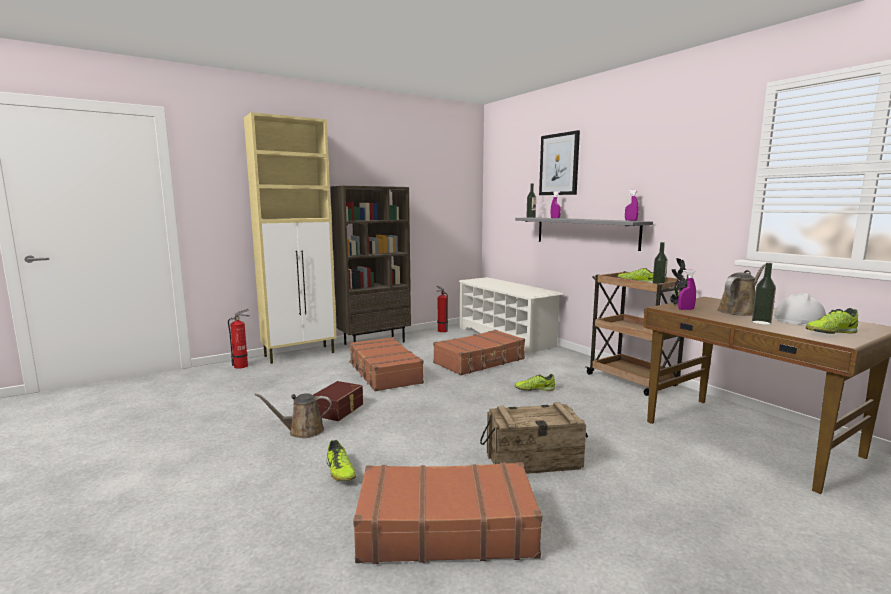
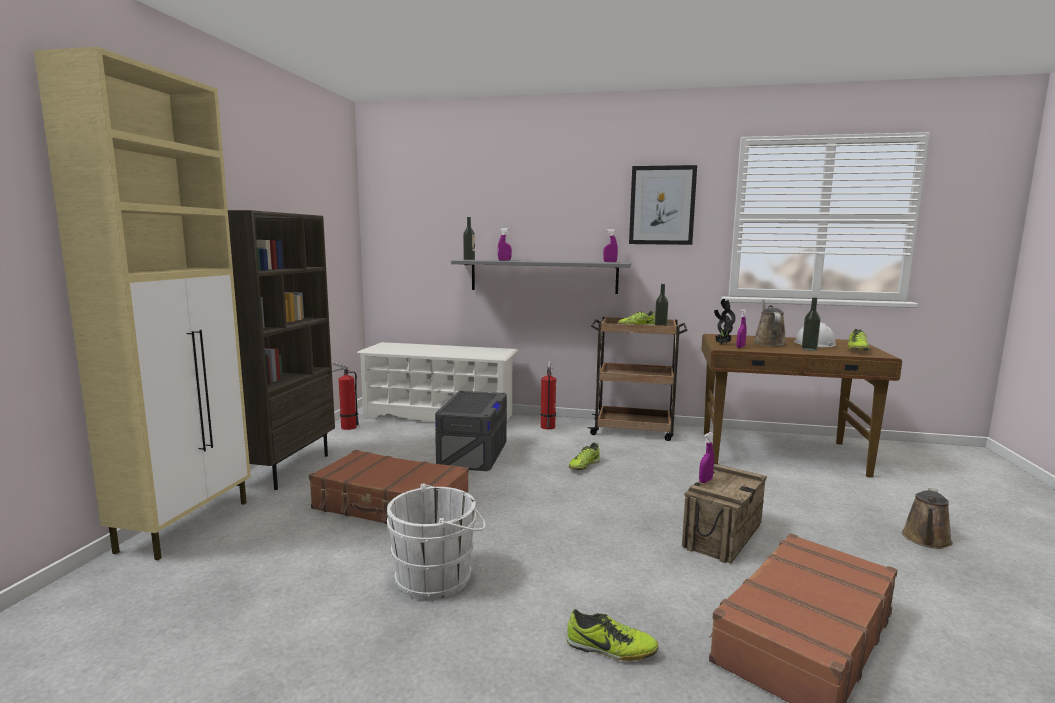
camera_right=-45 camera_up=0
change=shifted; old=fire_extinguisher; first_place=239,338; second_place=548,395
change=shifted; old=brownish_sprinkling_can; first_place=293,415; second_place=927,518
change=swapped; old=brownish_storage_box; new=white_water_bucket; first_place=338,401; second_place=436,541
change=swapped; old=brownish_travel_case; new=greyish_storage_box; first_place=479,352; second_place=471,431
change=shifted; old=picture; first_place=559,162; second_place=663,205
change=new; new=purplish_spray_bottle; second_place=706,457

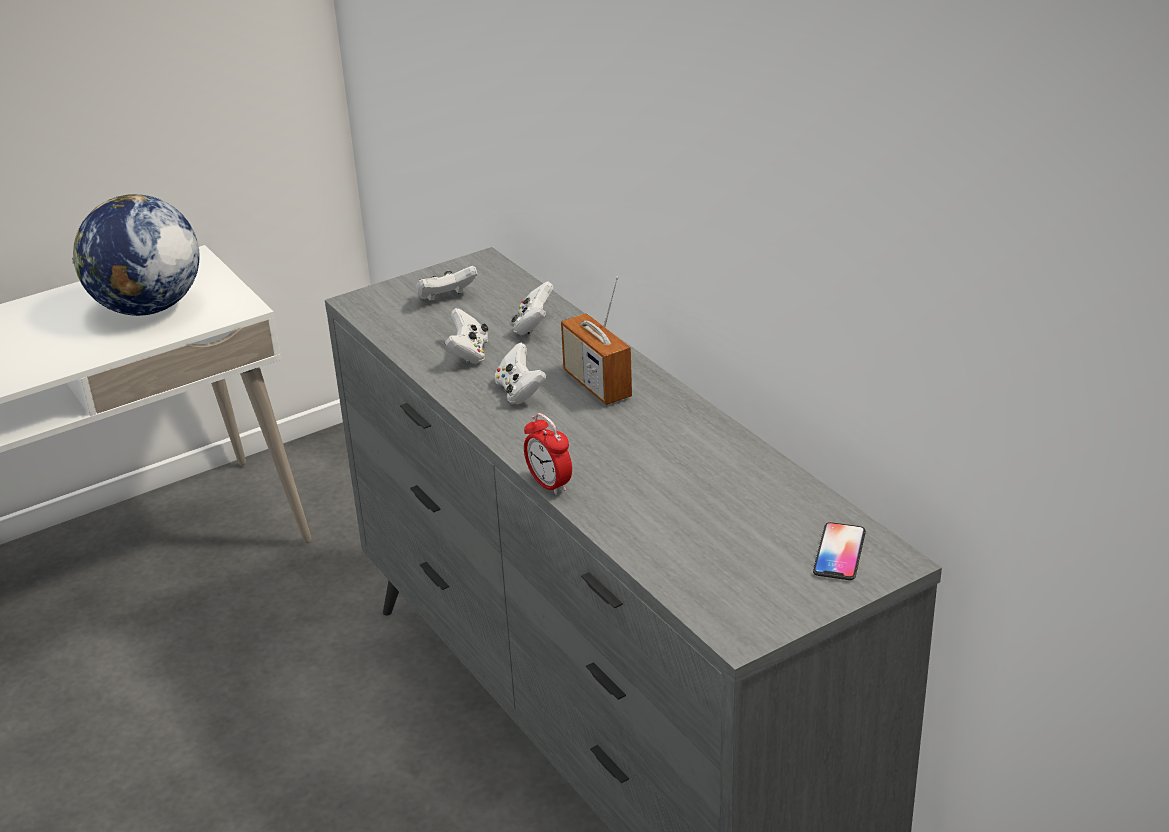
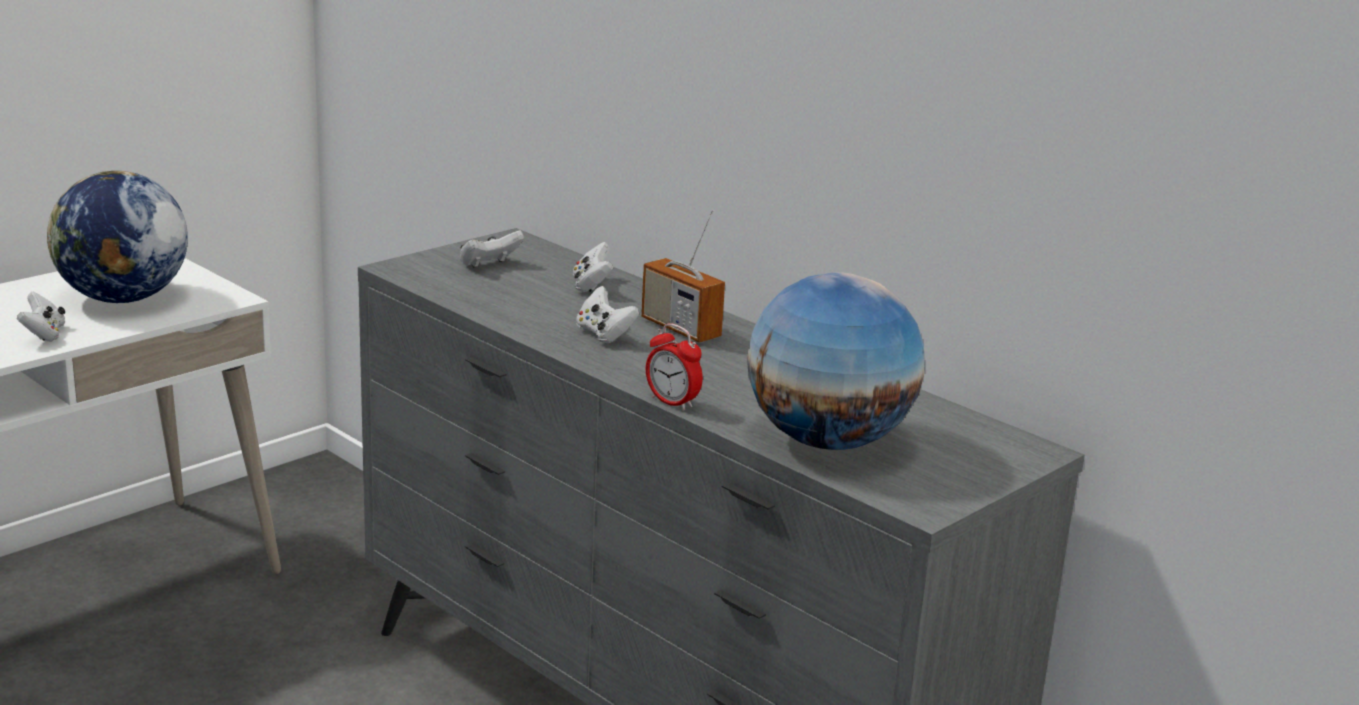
camera_right=-15 camera_up=-10
change=shifted; old=white_gamepad; first_place=466,336; second_place=41,316
change=gone; old=phone; first_place=839,551
change=new; new=world_globe; second_place=835,361

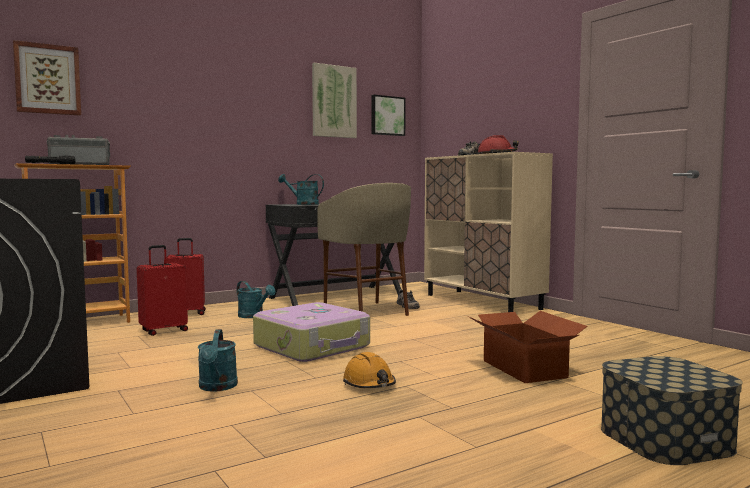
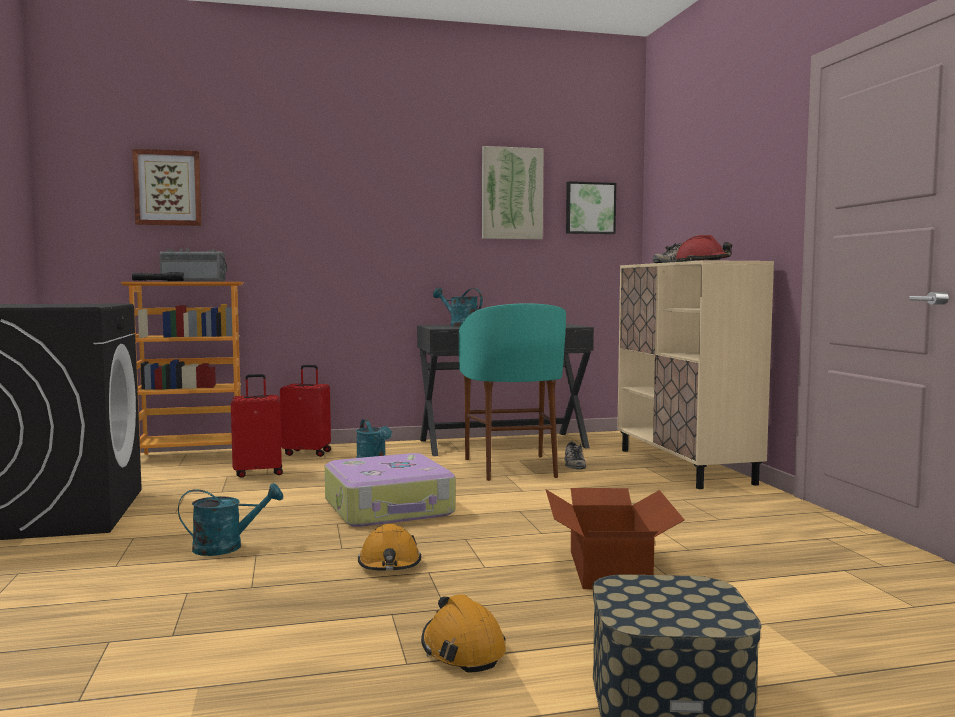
camera_right=20 camera_up=0
change=rotated; old=turquoise_sprinkling_can; first_place=218,360; second_place=230,519; degrees=-120
change=repainted; old=sand-coloured_sitting_stool; new=turquoise_sitting_stool; first_place=364,249; second_place=512,392
change=new; new=orange-coloured_hard_hat; second_place=463,633

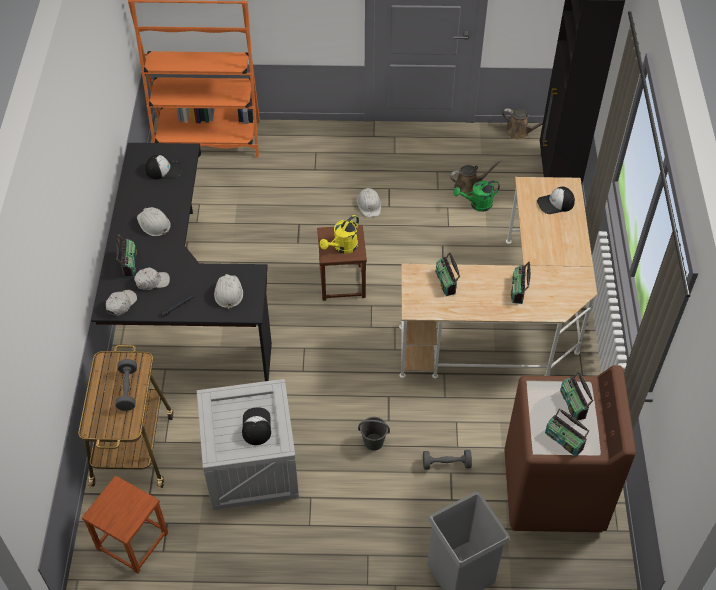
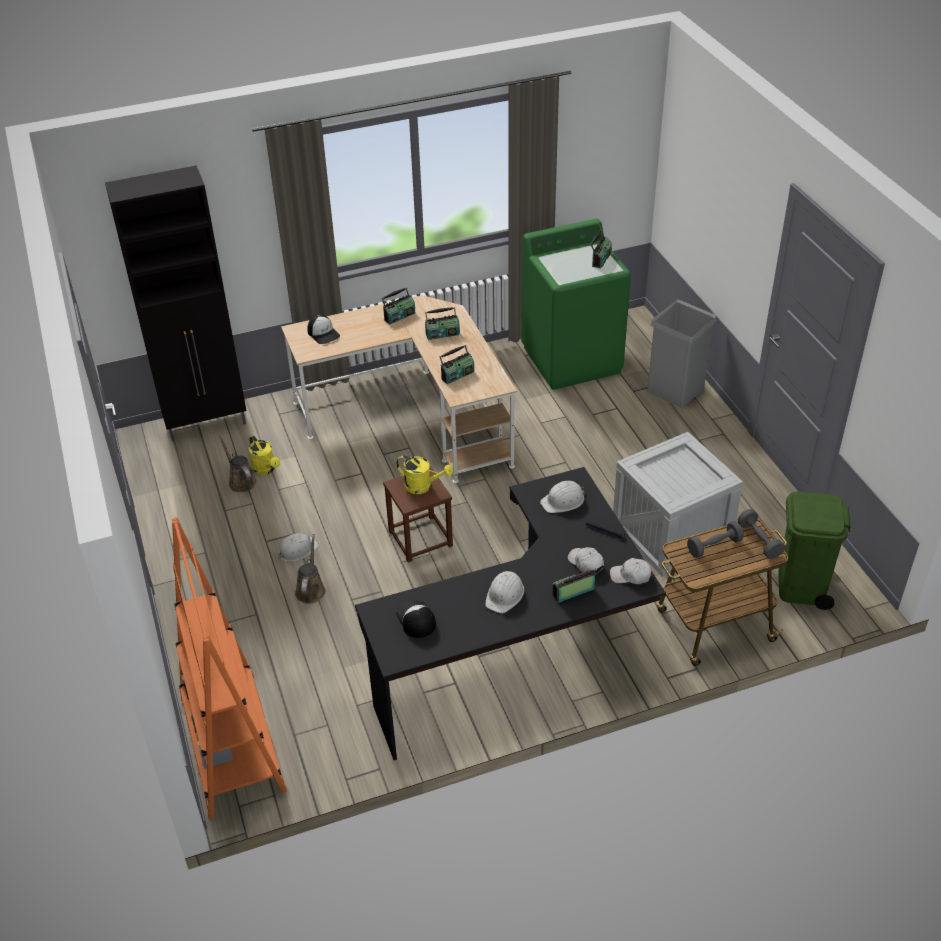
camera_right=-110 camera_up=-10
change=swapped; old=brownish_sitting_stool; new=green-coloured_waste_bin; first_place=125,525; second_place=814,551
change=gone; old=baseball_cap; first_place=256,426
change=gone; old=greyish_water_bucket; first_place=374,434
change=shifted; old=greyish_dumbbell; first_place=447,460; second_place=761,534
change=repainted; old=green-coloured_sprinkling_can; new=yellowish_sprinkling_can; first_place=476,196; second_place=264,455
change=shifted; old=brownish_sprinkling_can; first_place=522,123; second_place=310,569
change=repainted; old=brownish_laundry_appliance; new=green-coloured_laundry_appliance; first_place=570,448; second_place=576,304
change=shifted; old=radio_receiver; first_place=577,395; second_place=398,306

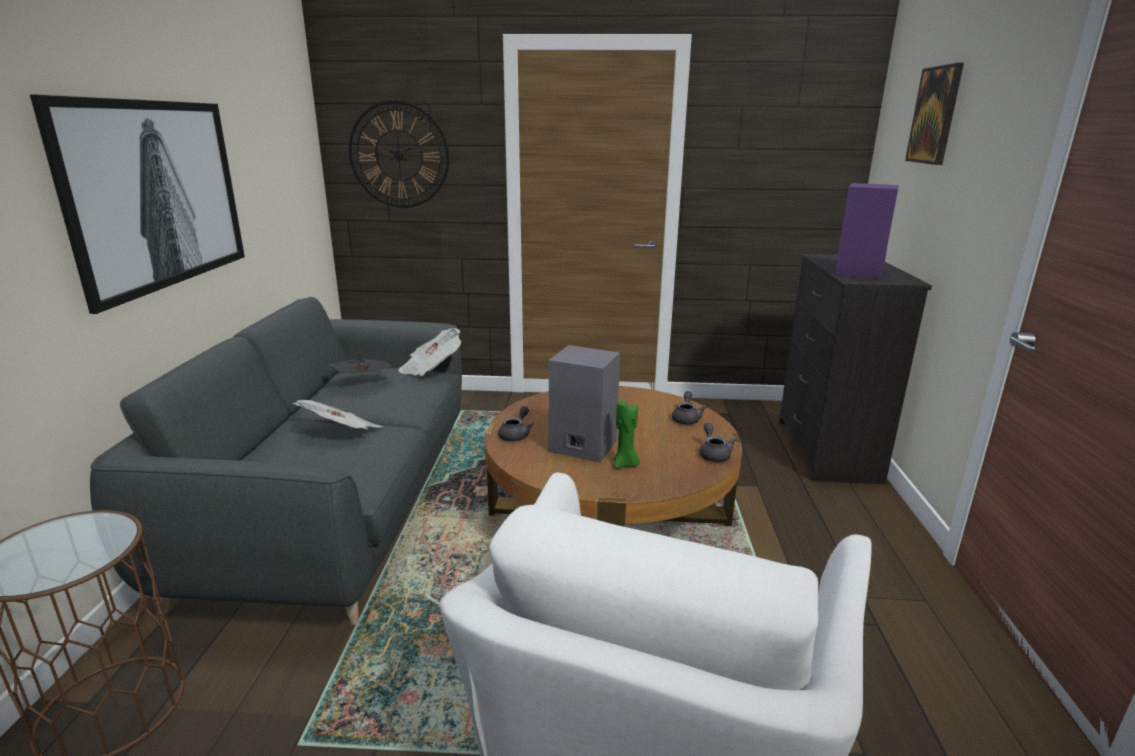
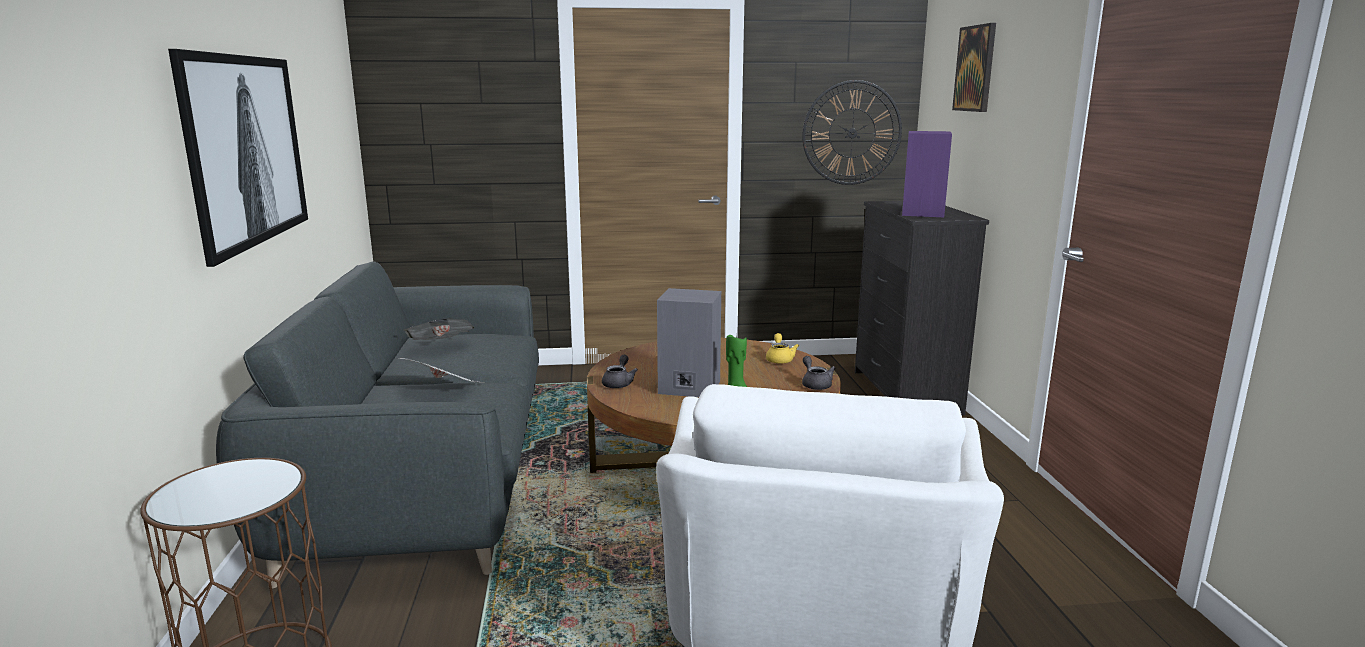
camera_right=-10 camera_up=-5
change=shifted; old=hanging_clock; first_place=399,154; second_place=852,132
change=gone; old=newspaper; first_place=429,352
change=repainted; old=greyish_tea_pot; new=yellowish_tea_pot; first_place=689,408; second_place=782,348

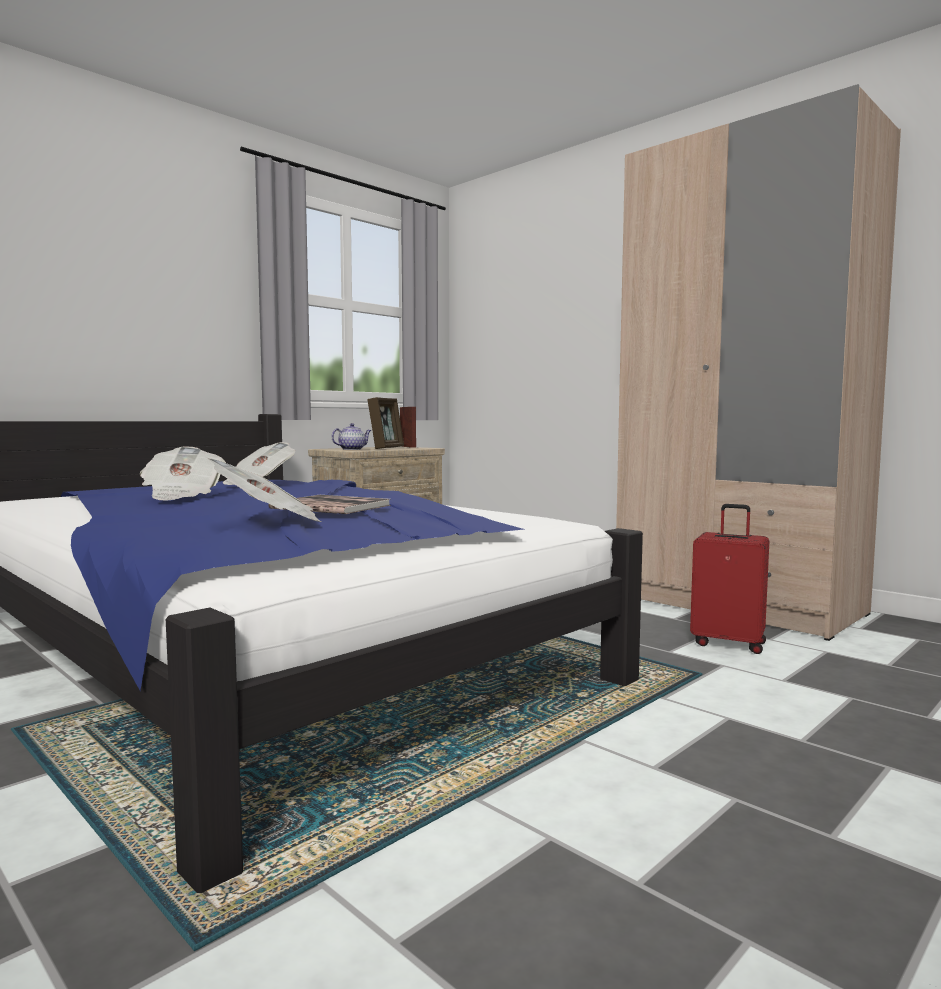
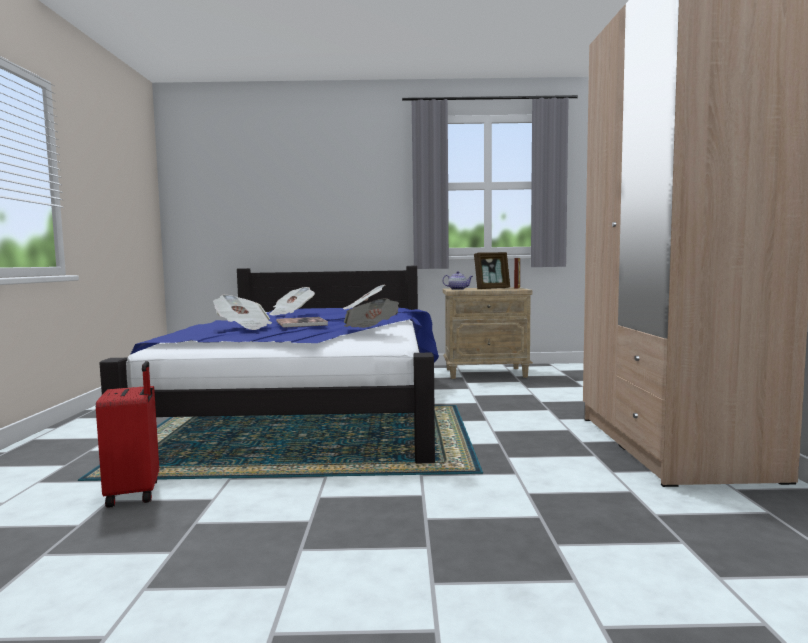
camera_right=45 camera_up=0
change=shifted; old=reddish_travel_case; first_place=729,579; second_place=127,434
change=new; new=newspaper; second_place=371,313

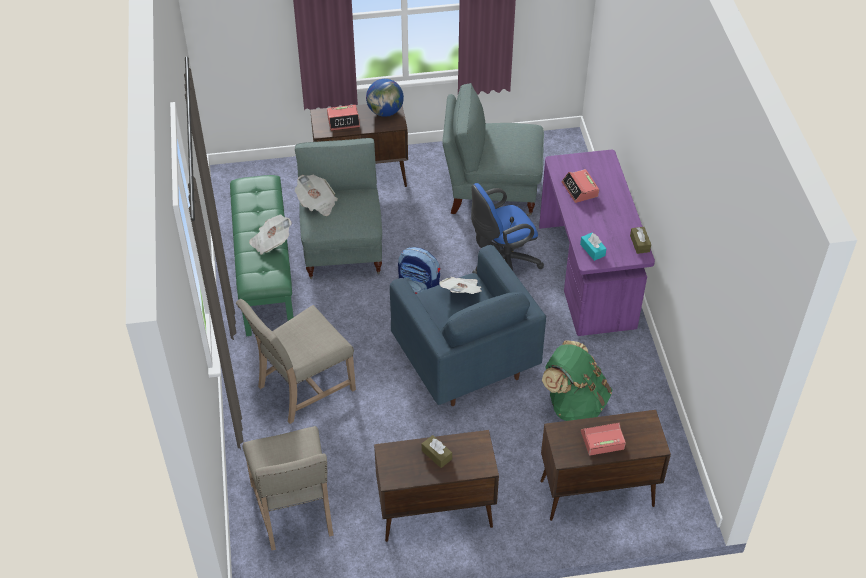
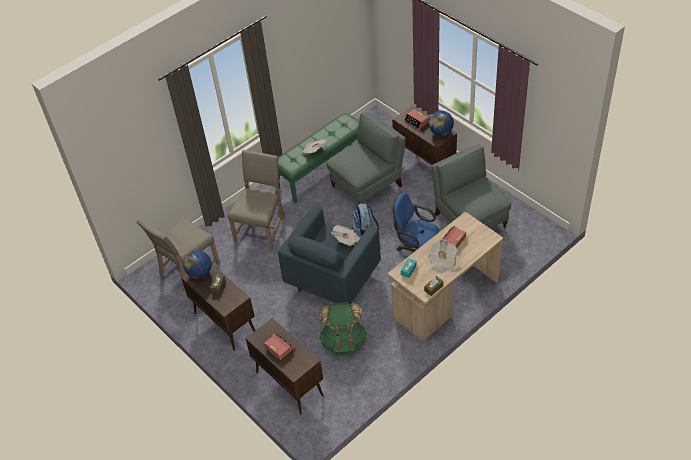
camera_right=60 camera_up=0
change=rotated; old=sand-coloured_upright_chair; first_place=296,361; second_place=256,200; degrees=90
change=shifted; old=newspaper; first_place=316,195; second_place=443,256
change=repainted; old=purplish_desk_unit; new=sand-coloured_desk_unit; first_place=597,243; second_place=445,277
change=new; new=world_globe; second_place=197,264

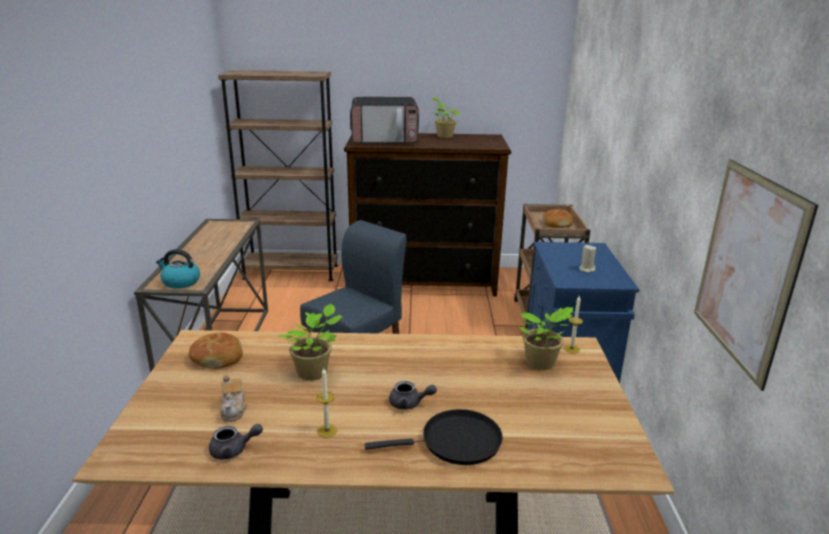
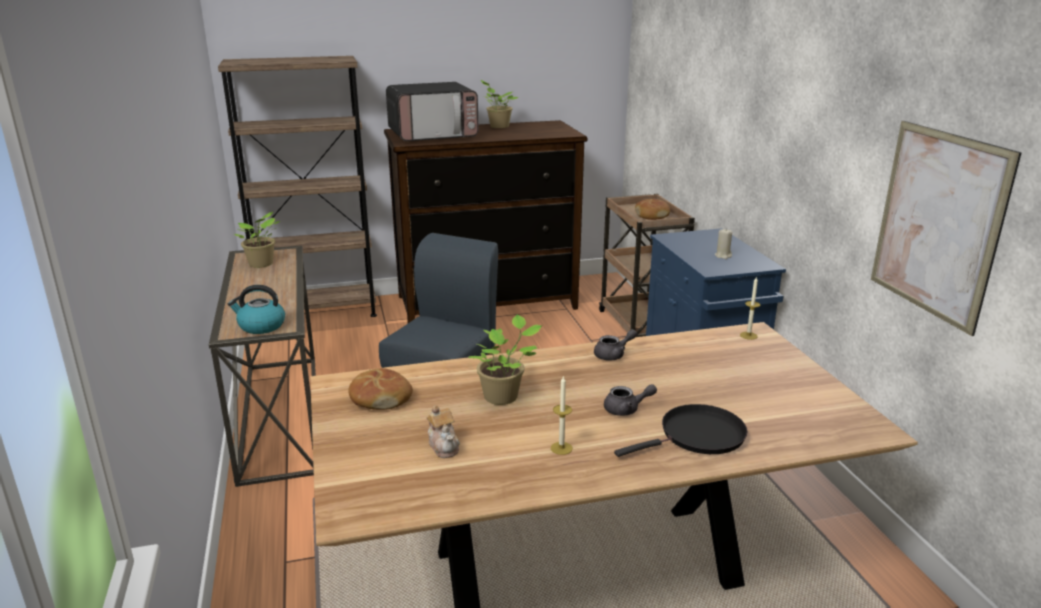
camera_right=-15 camera_up=0
change=shifted; old=greyish_tea_pot; first_place=236,441; second_place=615,345
change=shifted; old=potted_plant; first_place=545,338; second_place=257,239

